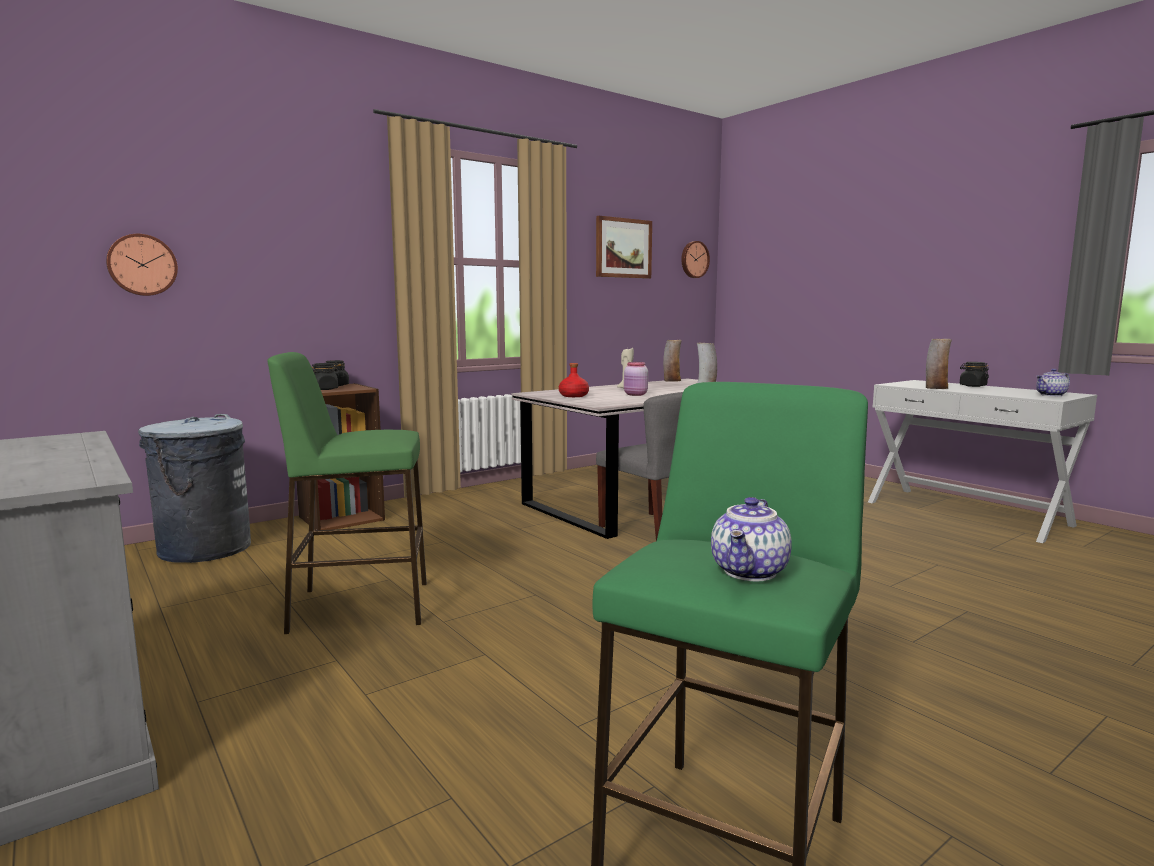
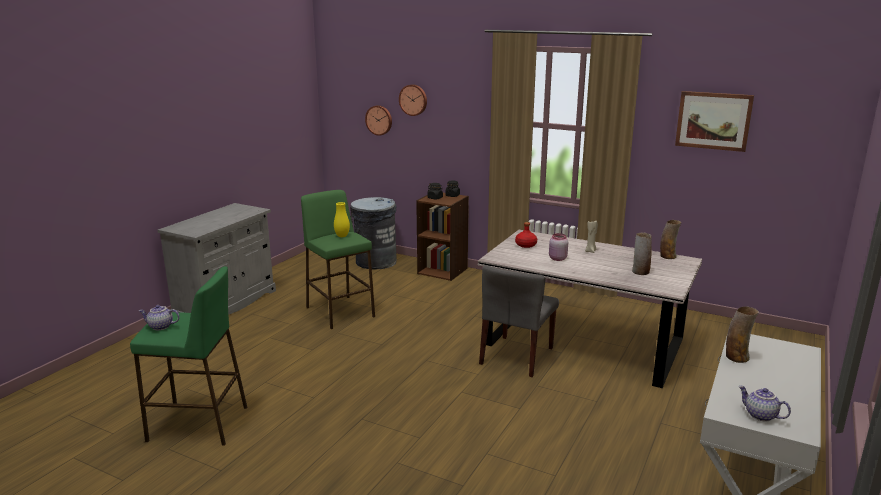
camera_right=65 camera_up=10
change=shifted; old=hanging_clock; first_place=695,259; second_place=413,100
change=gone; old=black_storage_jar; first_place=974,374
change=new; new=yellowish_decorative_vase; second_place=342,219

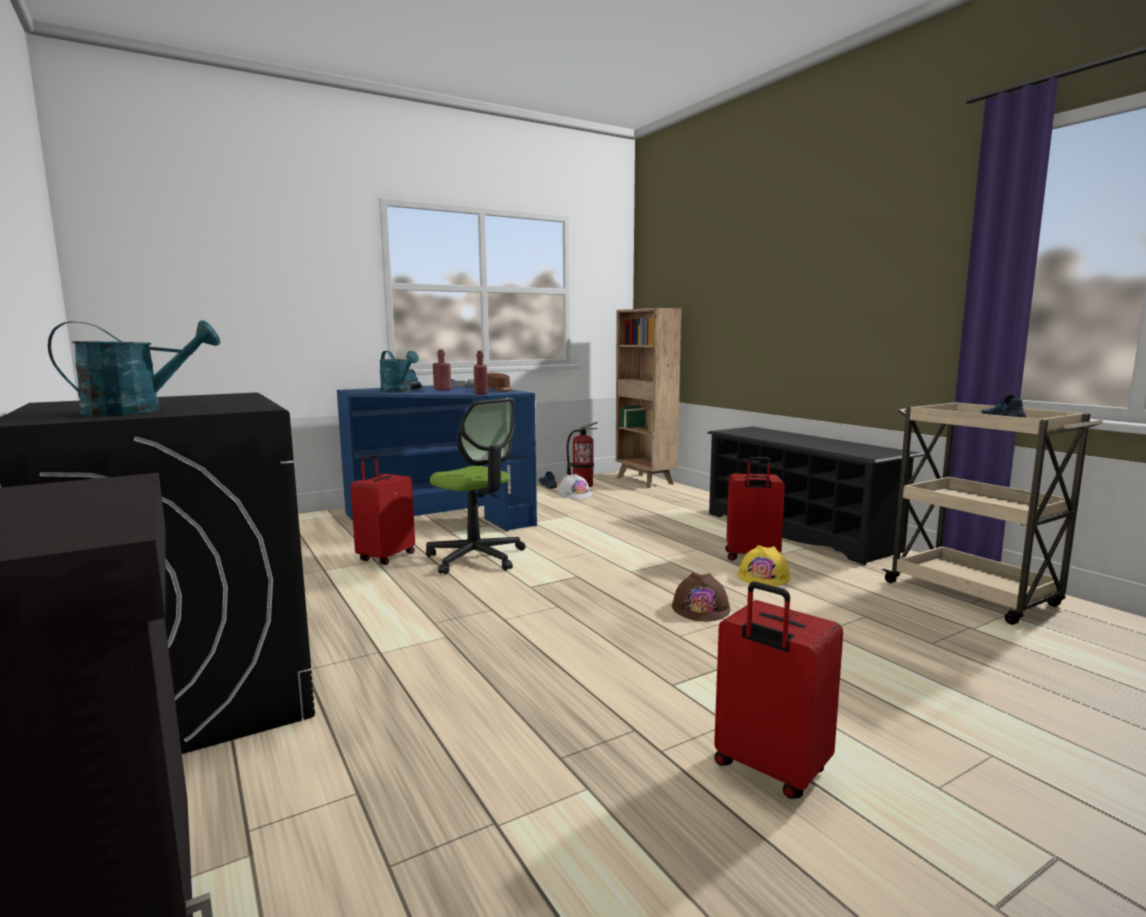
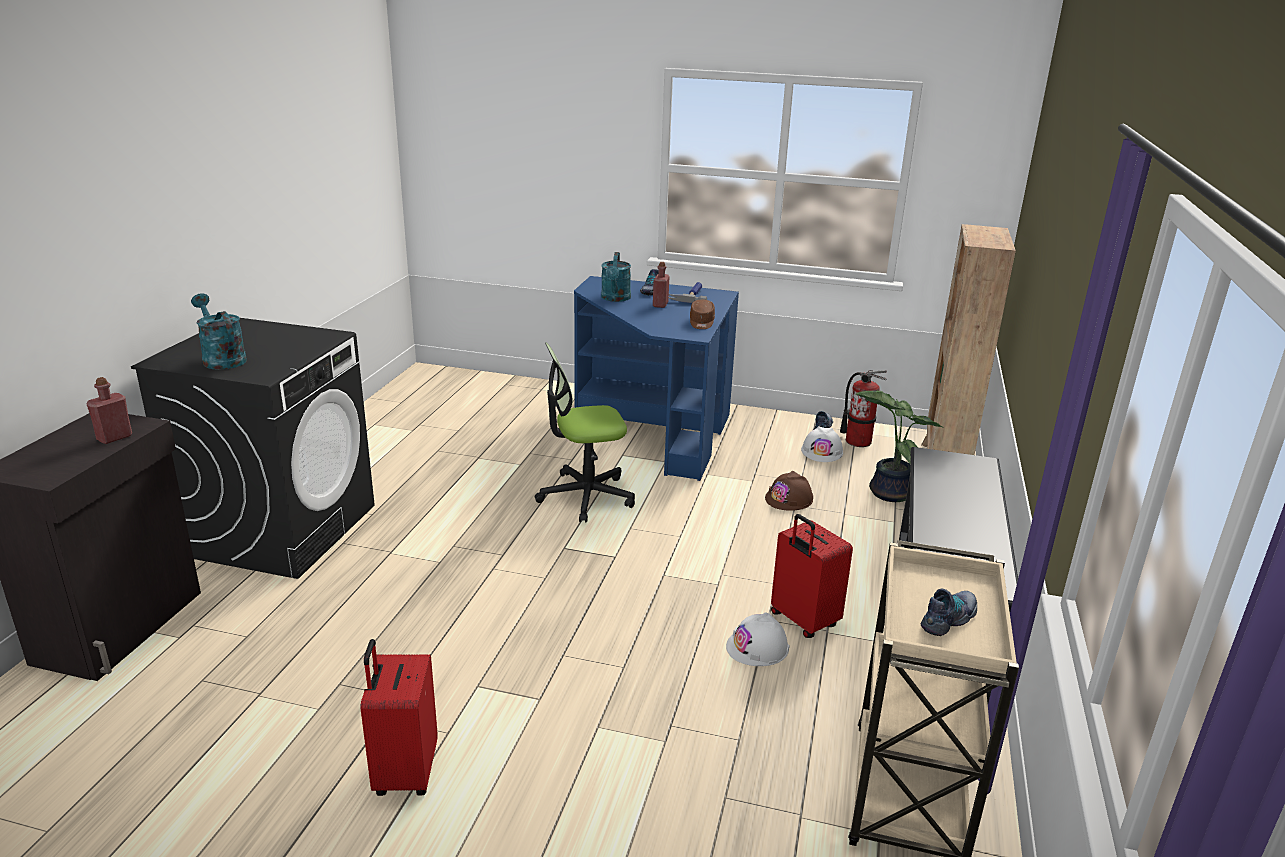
camera_right=45 camera_up=15
change=rotated; old=turquoise_sprinkling_can; first_place=134,368; second_place=219,331; degrees=-150
change=gone; old=reddish_travel_case; first_place=382,509
change=rotated; old=office_chair; first_place=475,486; second_place=585,433; degrees=75
change=shifted; old=reddish_drink_bottle; first_place=481,372; second_place=109,410
change=shifted; old=brownish_hard_hat; first_place=701,597; second_place=789,491
change=repainted; old=yellowish_hard_hat; new=white_hard_hat; first_place=763,565; second_place=757,639
change=new; new=potted_plant; second_place=900,446

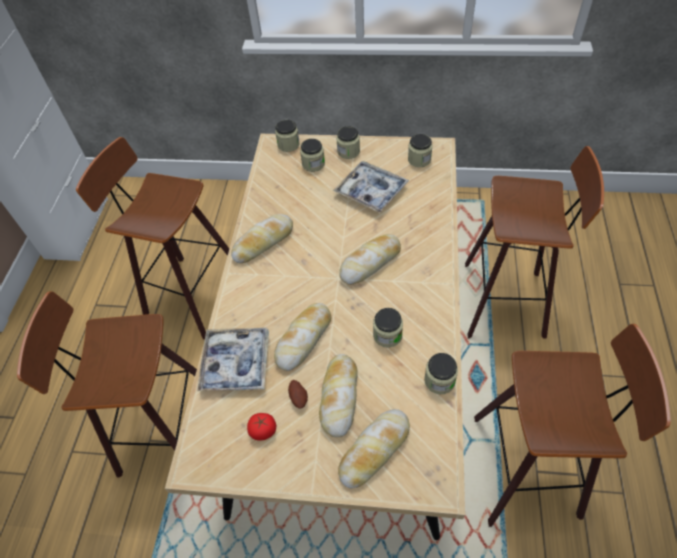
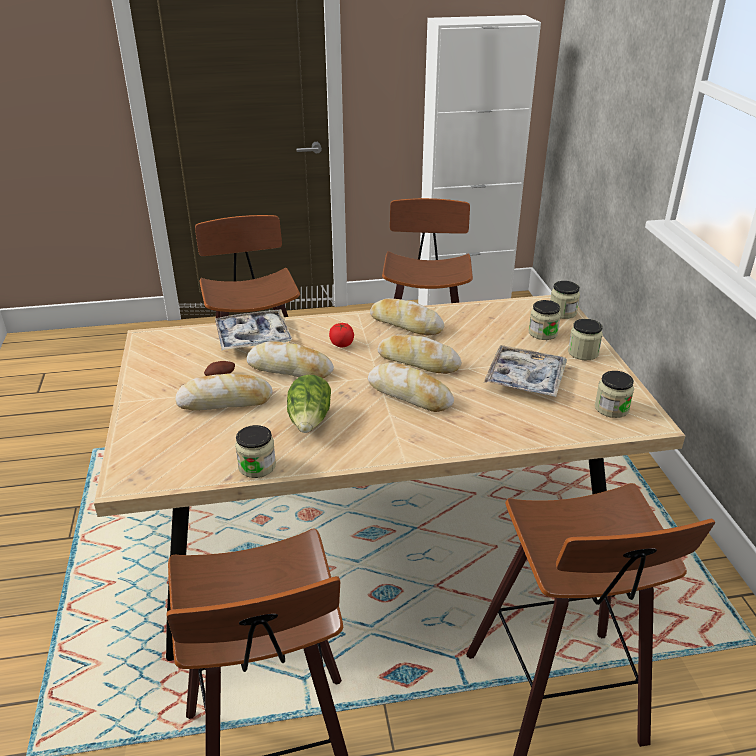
camera_right=70 camera_up=-20
change=shifted; old=tomato; first_place=261,426; second_place=341,335
change=shifted; old=baked_bread; first_place=374,448; second_place=420,354
change=swapped; old=storage_jar; new=head_of_lettuce; first_place=388,328; second_place=309,404

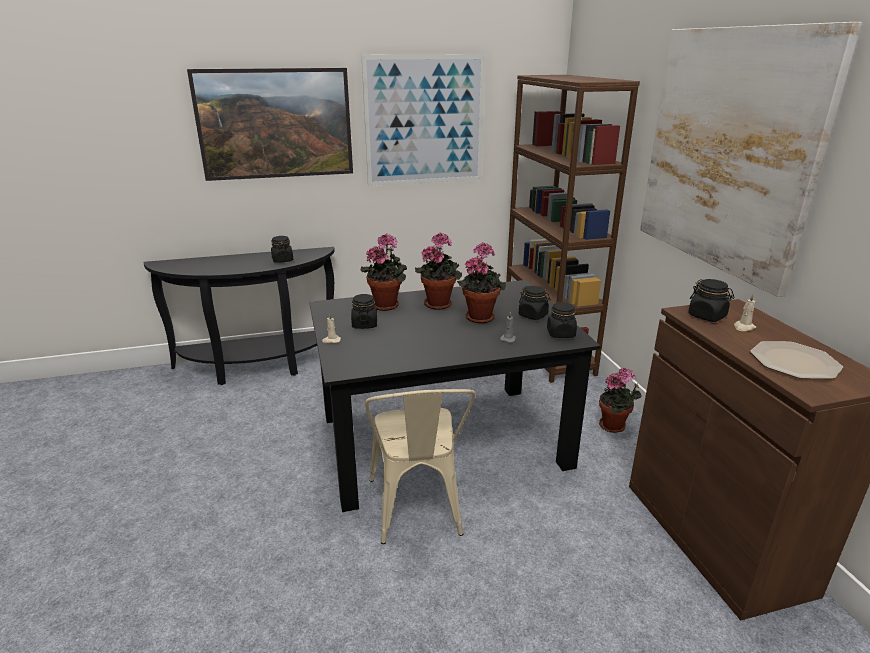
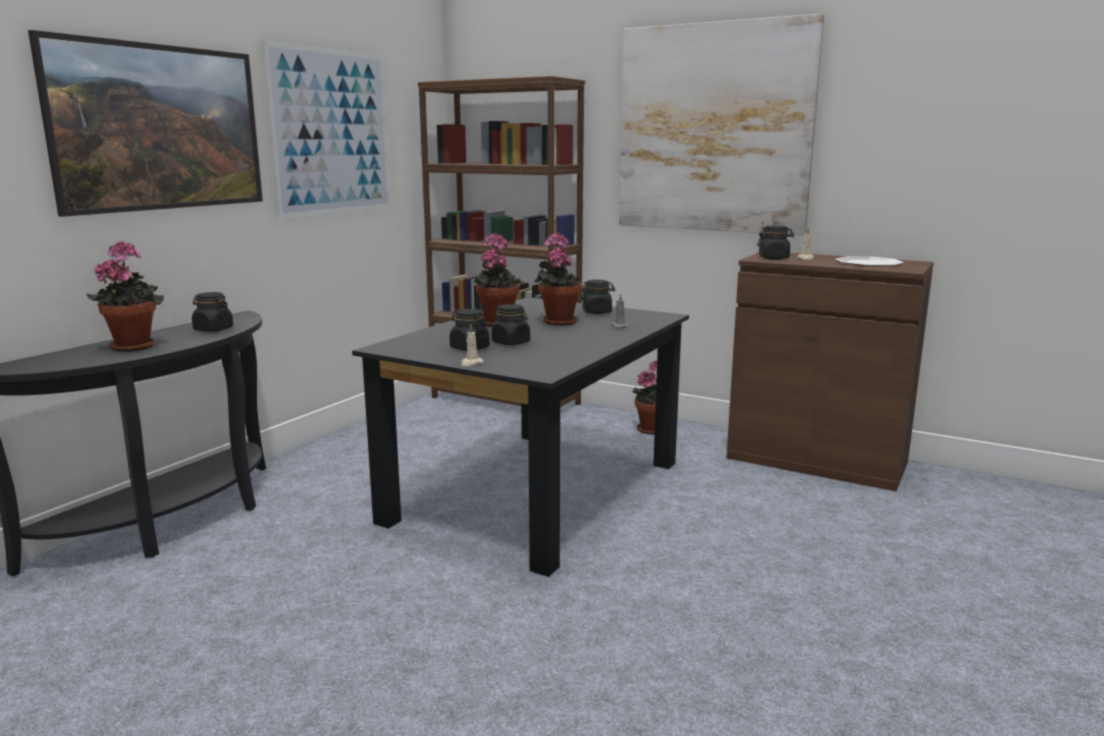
camera_right=-45 camera_up=-10
change=shifted; old=potted_plant; first_place=383,272; second_place=125,296
change=gone; old=sand-coloured_upright_chair; first_place=420,466
change=shifted; old=black_storage_jar; first_place=562,320; second_place=510,324

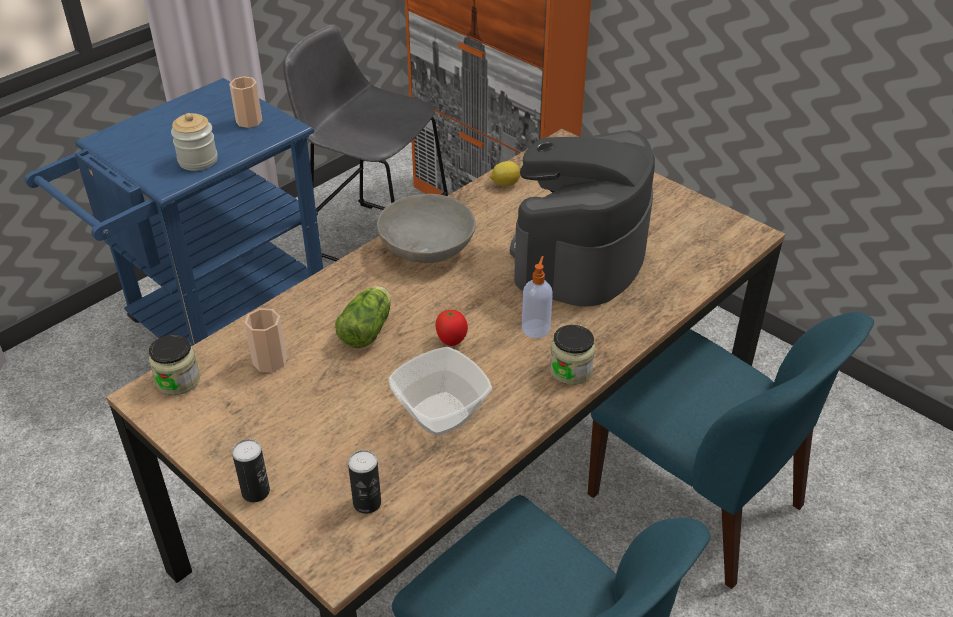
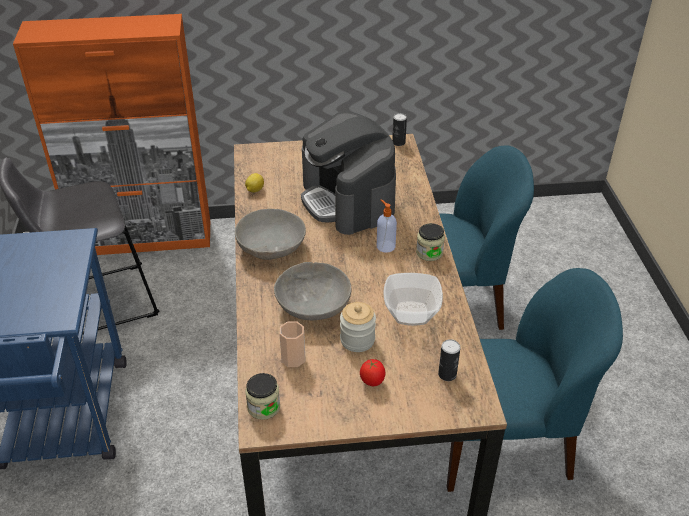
camera_right=-50 camera_up=0
change=shifted; old=storage_jar; first_place=194,142; second_place=358,327
change=gone; old=cup; first_place=245,102
change=shifted; old=can; first_place=251,470; second_place=399,129
change=swapped; old=head_of_lettuce; new=greyish_bowl; first_place=363,317; second_place=312,291
change=shifted; old=tomato; first_place=452,328; second_place=372,372

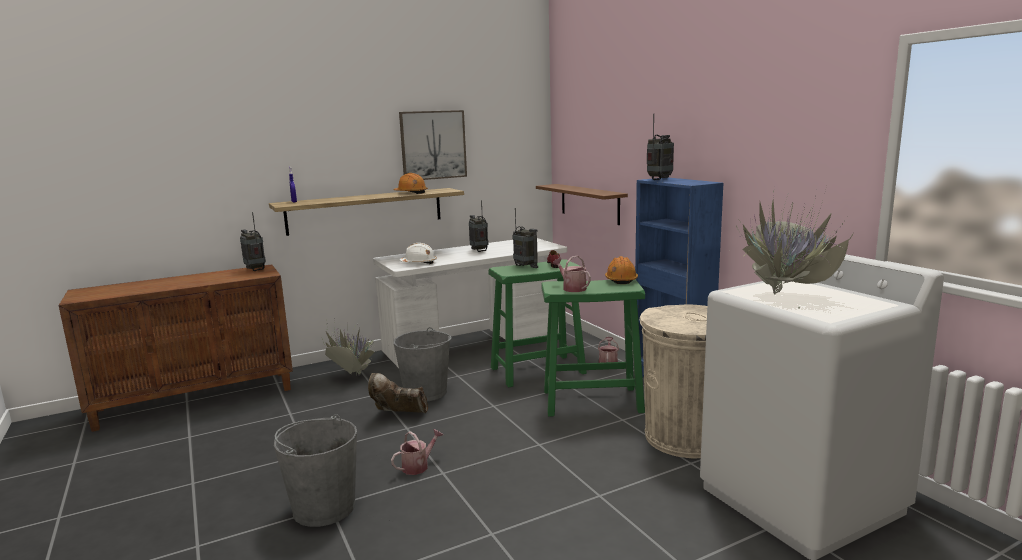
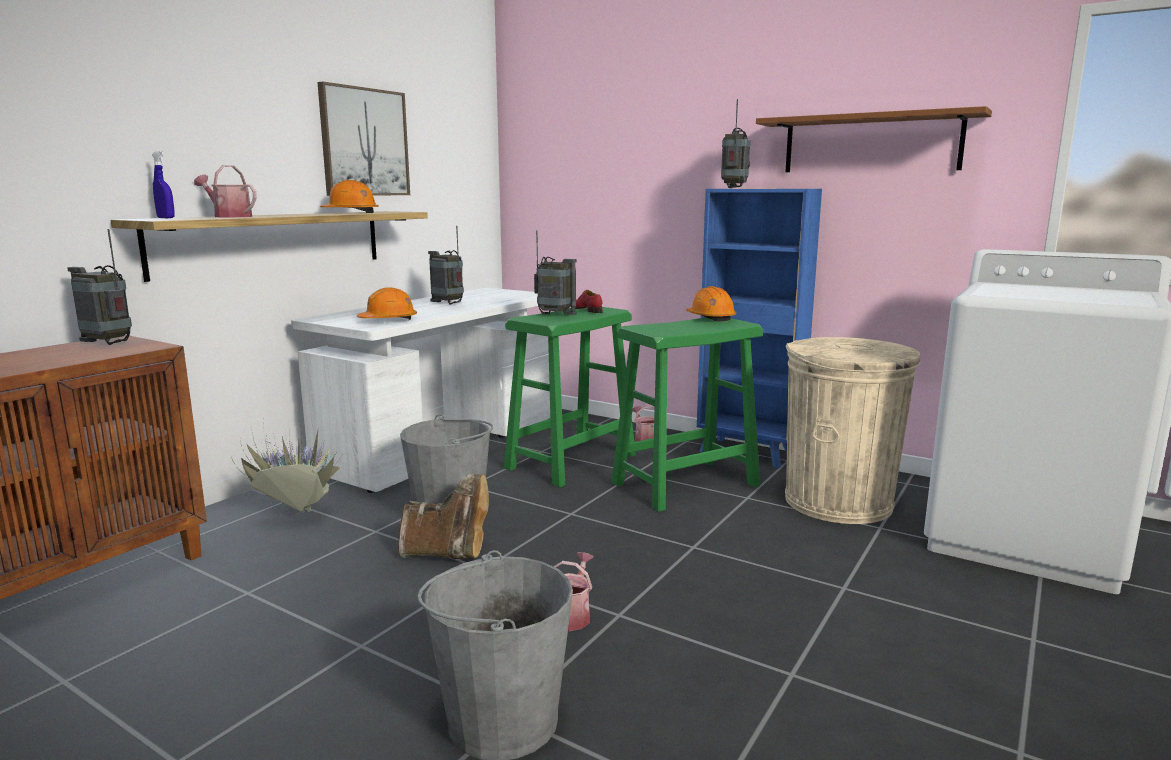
camera_right=-30 camera_up=0
change=rotated; old=brownish_high-top_boot; first_place=398,393; second_place=443,516; degrees=-150
change=repainted; old=white_hard_hat; new=orange-coloured_hard_hat; first_place=418,253; second_place=387,303
change=shifted; old=brownish_shelf; first_place=582,204; second_place=874,139
change=shifted; old=sprinkling_can; first_place=572,274; second_place=225,191
change=gone; old=potted_plant; first_place=795,247

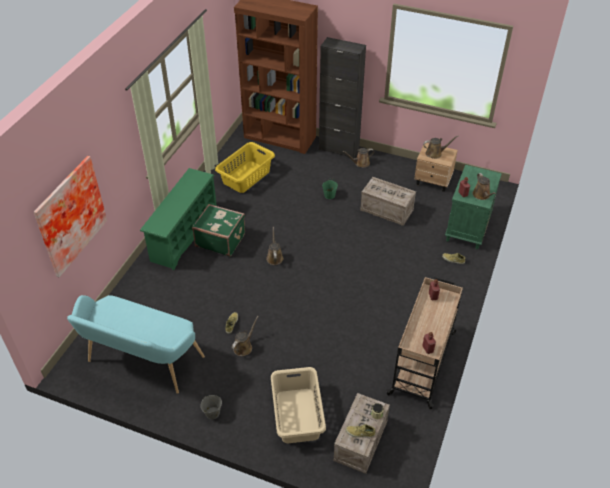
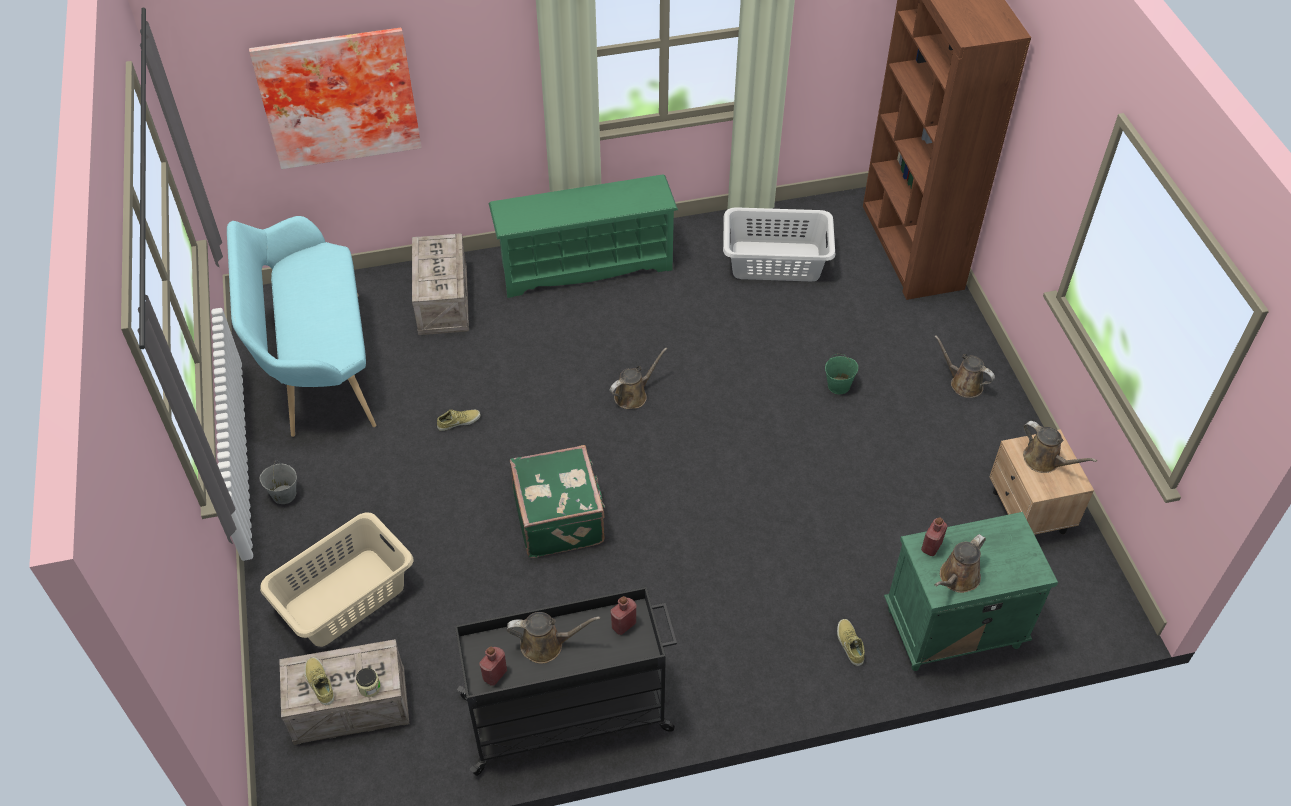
camera_right=55 camera_up=5
change=shifted; old=green-coloured_travel_case; first_place=218,230; second_place=557,501
change=repainted; old=yellowish_hamper; new=greyish_hamper; first_place=245,167; second_place=779,244
change=shifted; old=brownish_sprinkling_can; first_place=245,336; second_place=553,638
change=gone; old=black_cupboard; first_place=342,97
change=shifted; old=crate; first_place=388,201; second_place=440,284
change=repainted; old=sand-coloured_cart; new=black_cart; first_place=424,343; second_place=566,681

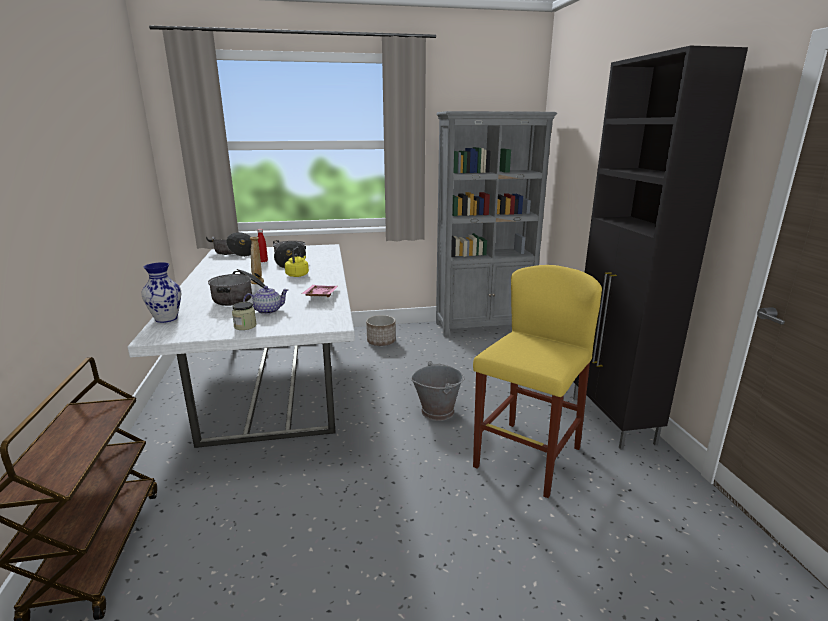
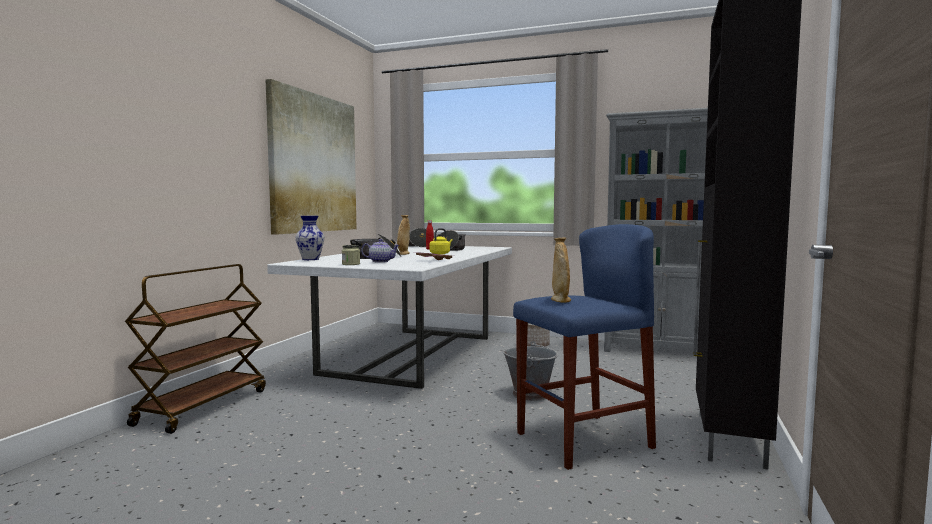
camera_right=30 camera_up=-15
change=repainted; old=yellowish_sitting_stool; new=blue_sitting_stool; first_place=537,381; second_place=584,347
change=new; new=picture; second_place=311,157
change=new; new=sand-coloured_decorative_vase; second_place=561,270

